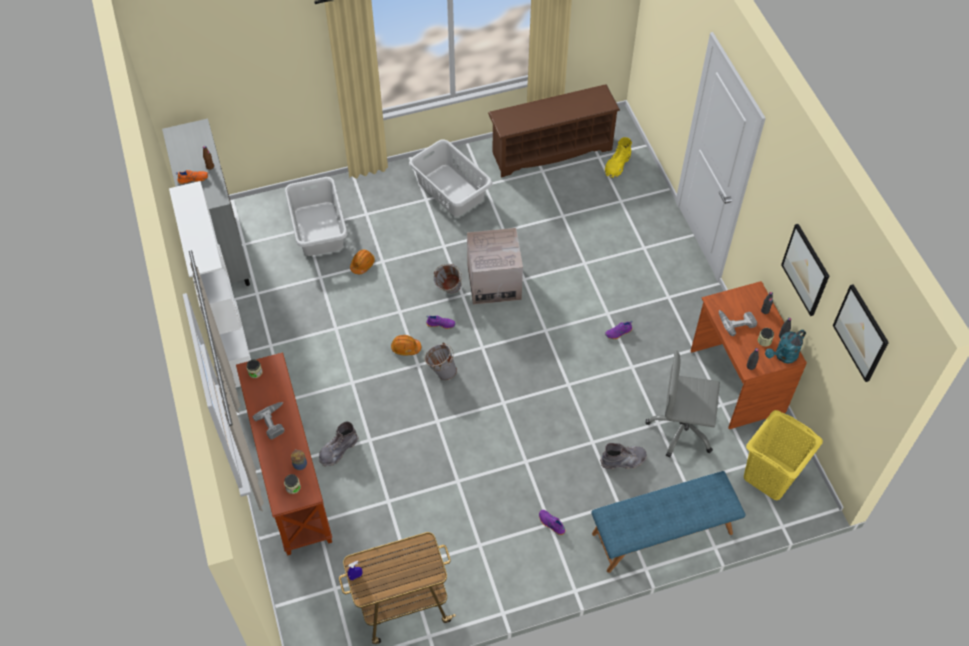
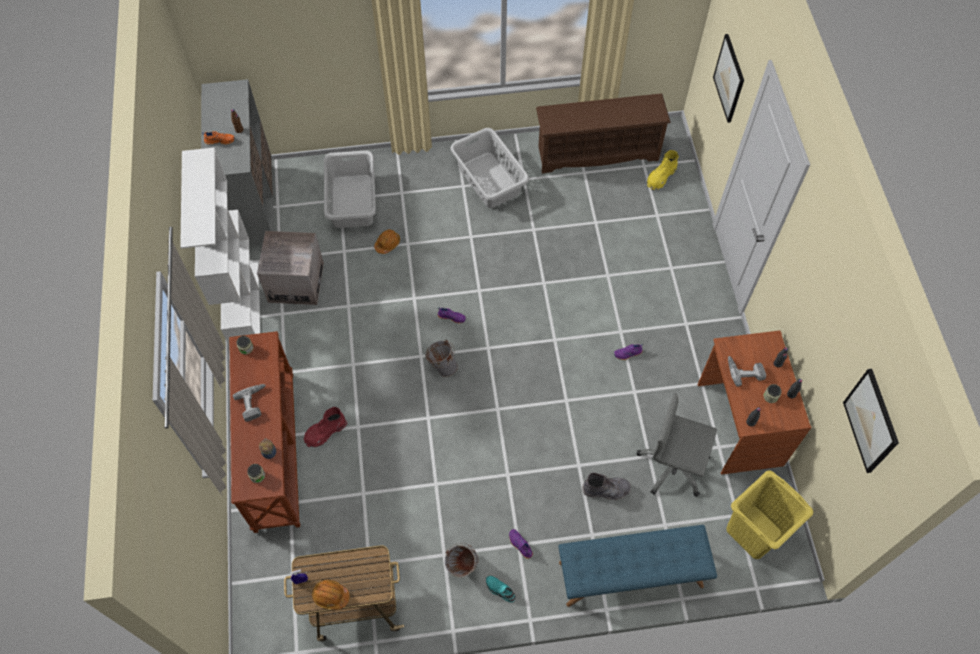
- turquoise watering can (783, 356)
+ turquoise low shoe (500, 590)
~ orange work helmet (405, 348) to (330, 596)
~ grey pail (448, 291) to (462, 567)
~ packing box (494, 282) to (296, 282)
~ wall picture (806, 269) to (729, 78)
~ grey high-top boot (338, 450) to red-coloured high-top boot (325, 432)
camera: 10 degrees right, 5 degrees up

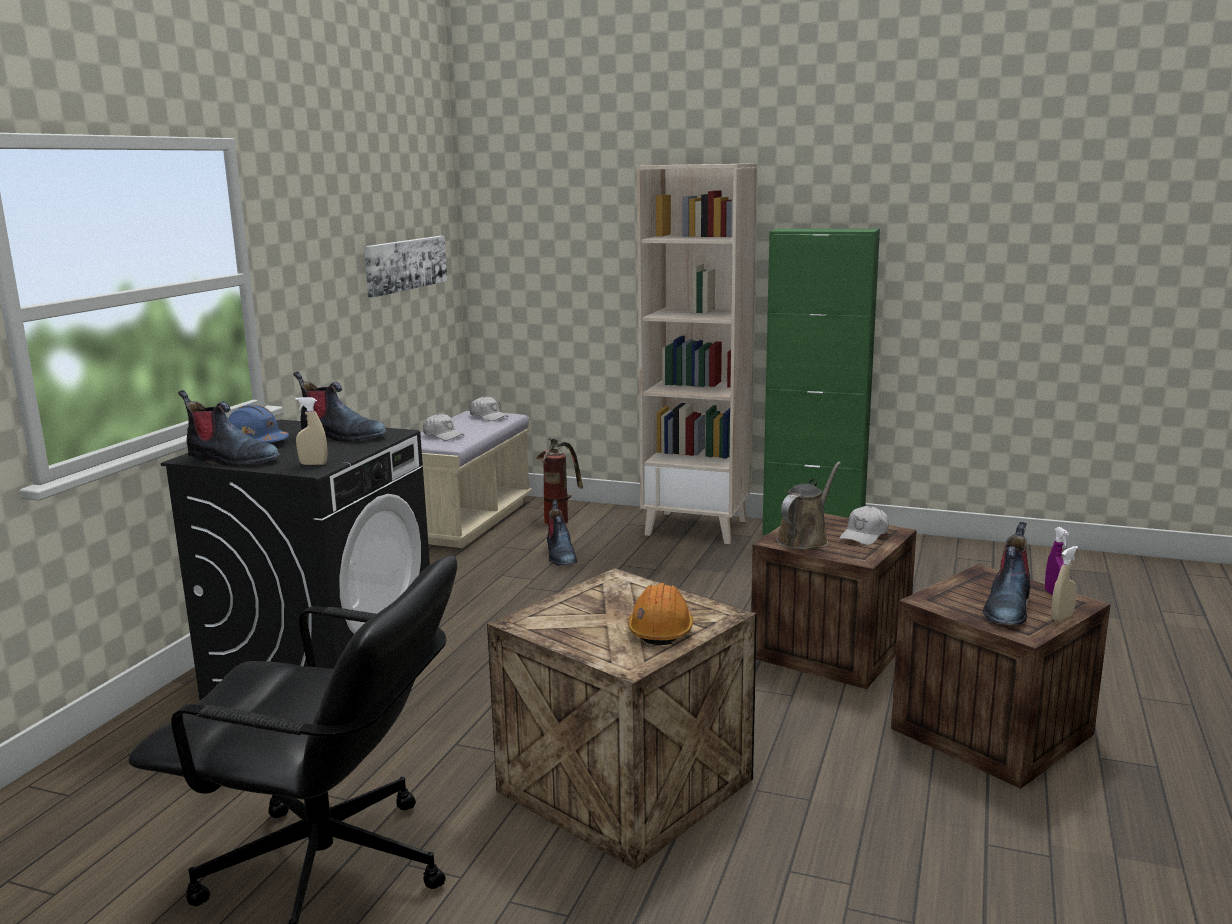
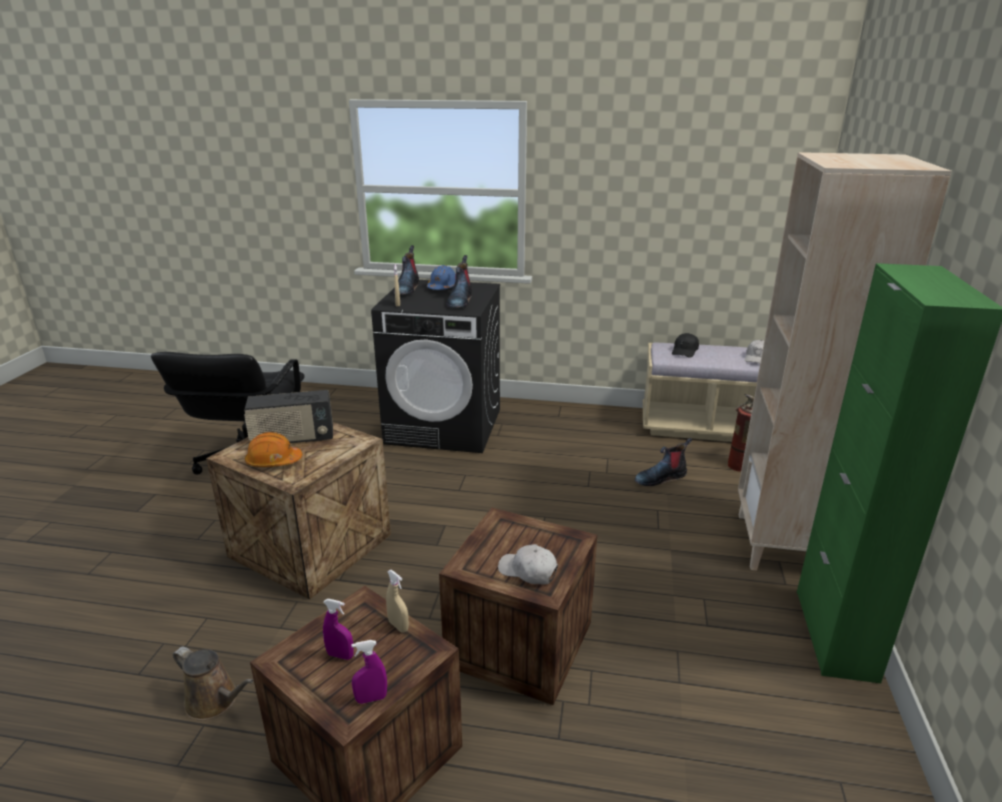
- wall picture (405, 264)
+ radio receiver (293, 439)
~ brownish watering can (805, 539) to (215, 701)
~ beige-coloured spray bottle (1062, 617) to (398, 626)
~ high-top boot (1007, 607) to purple spray bottle (340, 655)
~ whitish baseball cap (443, 435) to black baseball cap (685, 351)
camera: 80 degrees right, 10 degrees up

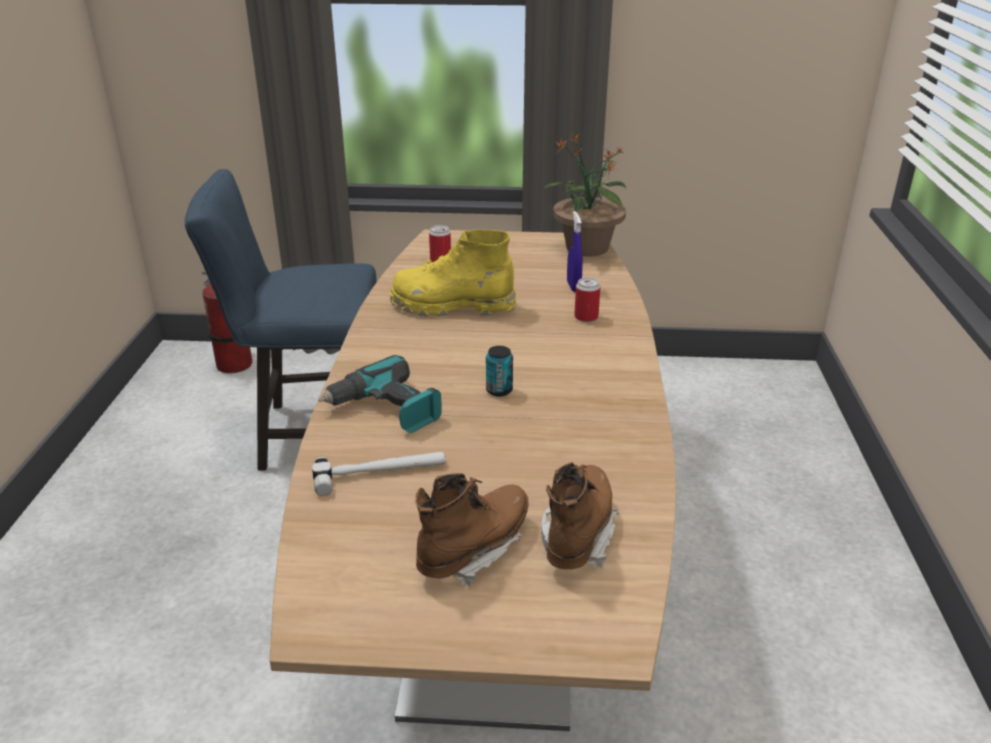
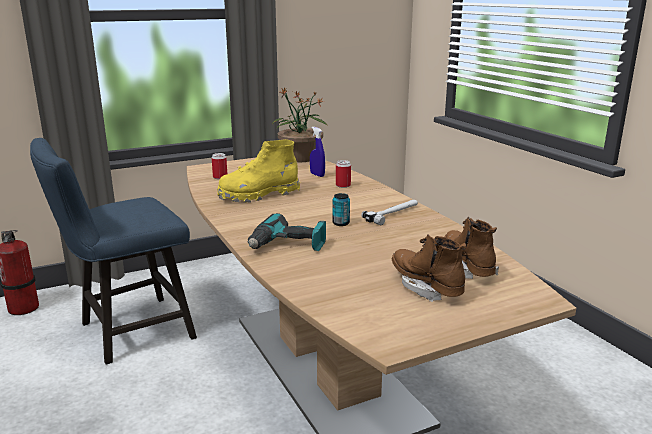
~ hammer (380, 473) to (393, 214)
~ brownish high-top boot (474, 550) = (426, 287) 45 degrees counterclockwise
camera: 30 degrees left, 10 degrees down

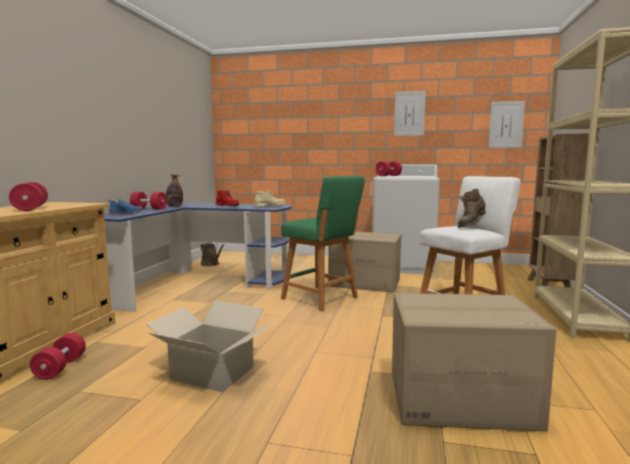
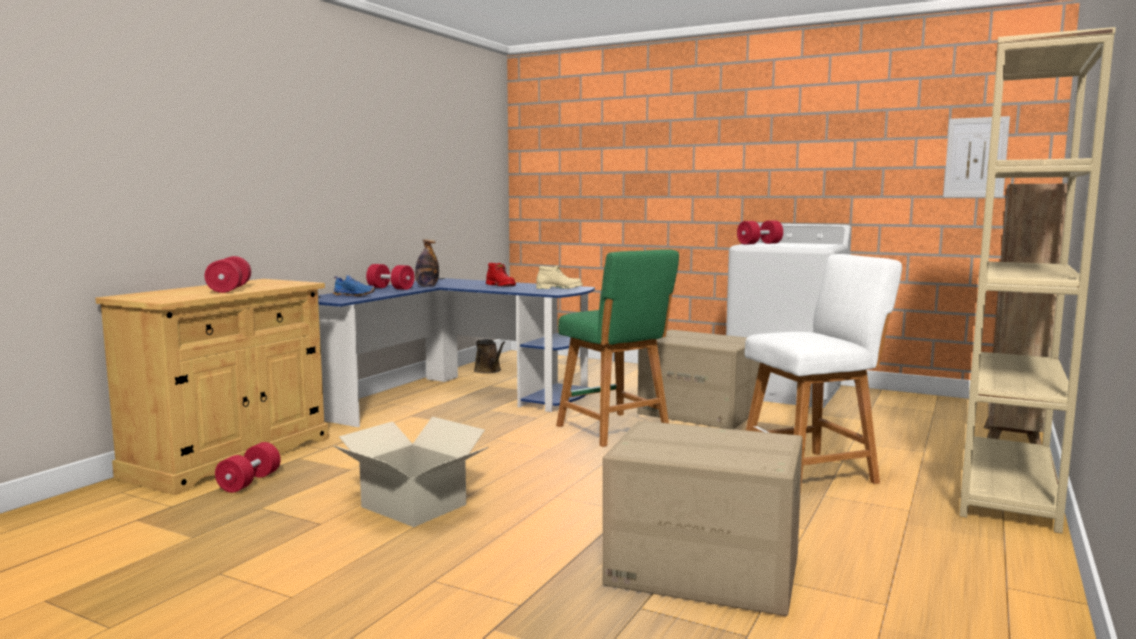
- wall picture (409, 113)
- brownish high-top boot (471, 227)
camera: 15 degrees right, 0 degrees up

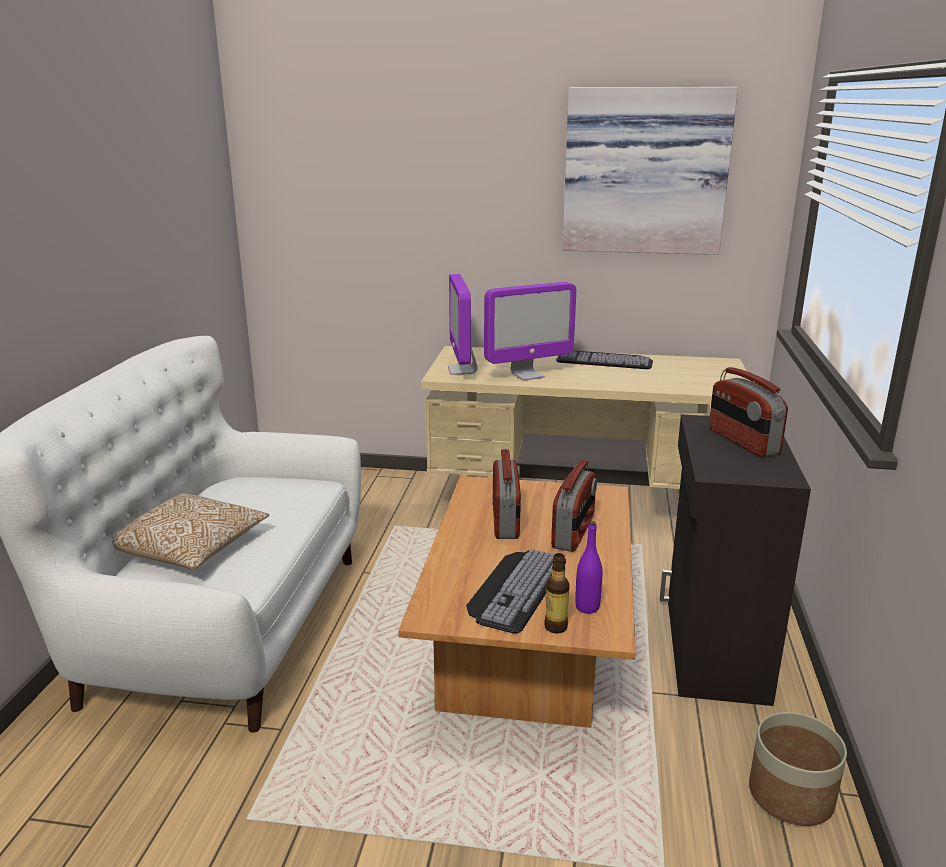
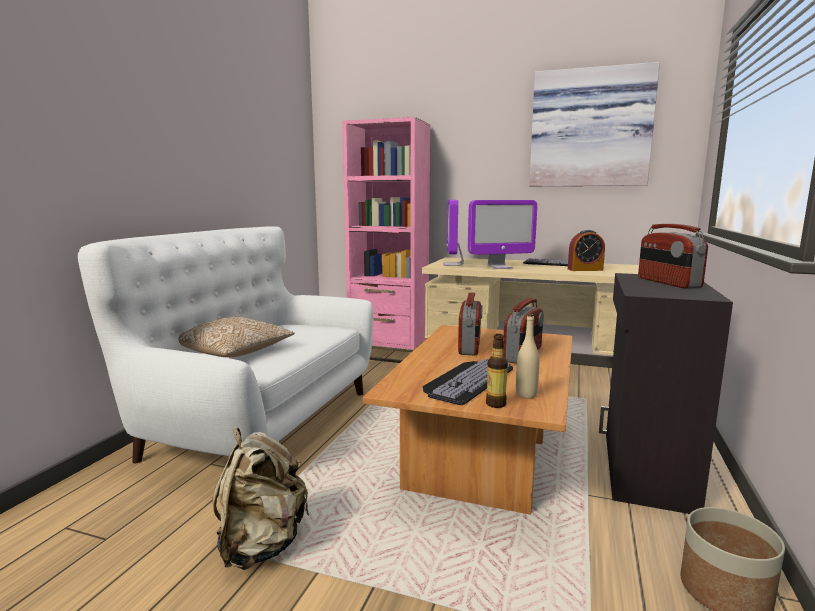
+ beige-coloured backpack (262, 544)
+ pinkish shelving unit (389, 353)
+ table clock (585, 269)
~ purple drink bottle (587, 607) to beige-coloured drink bottle (526, 395)
camera: 10 degrees right, 10 degrees down

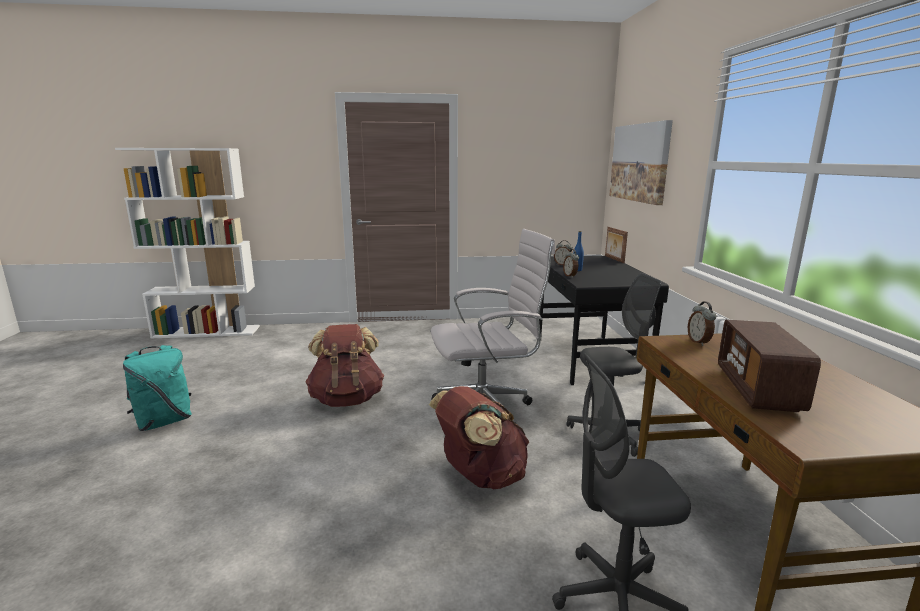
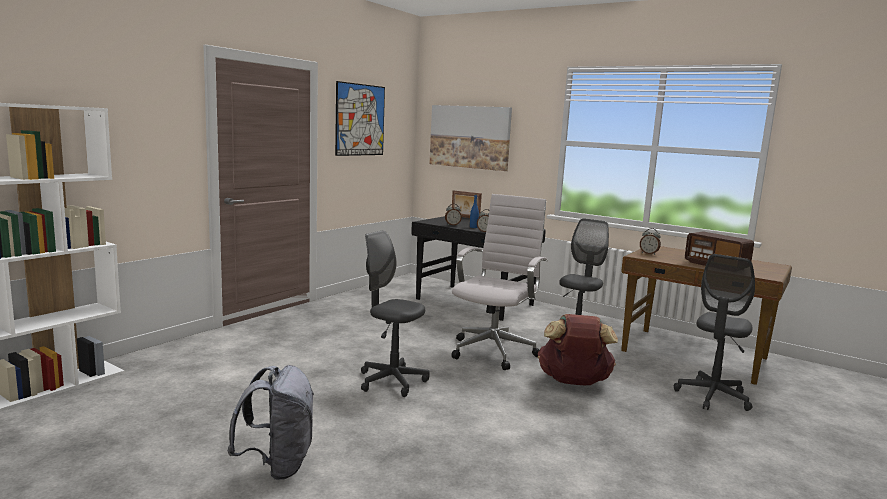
+ wall picture (360, 120)
~ brownish backpack (347, 399) to grey computer chair (392, 381)
~ turquoise backpack (164, 421) to grey backpack (277, 465)
camera: 50 degrees left, 5 degrees down

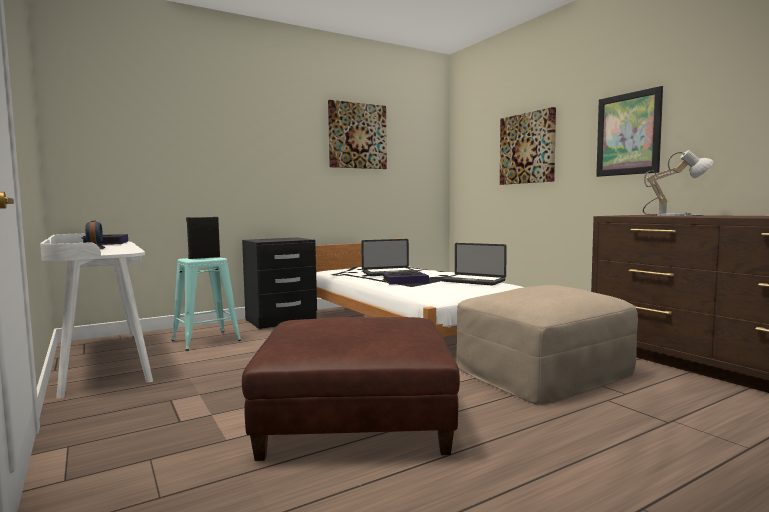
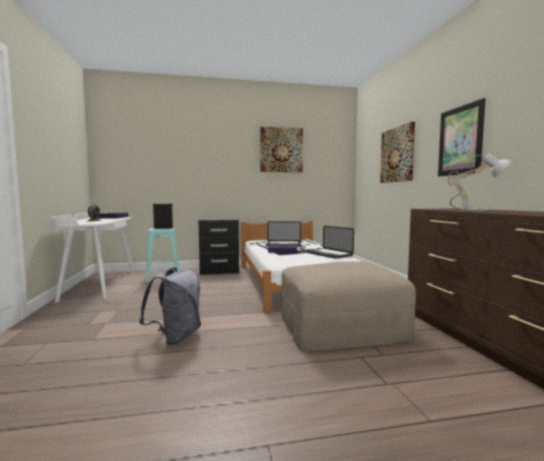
~ brownish ottoman (354, 416) to grey backpack (176, 337)
camera: 20 degrees right, 0 degrees up

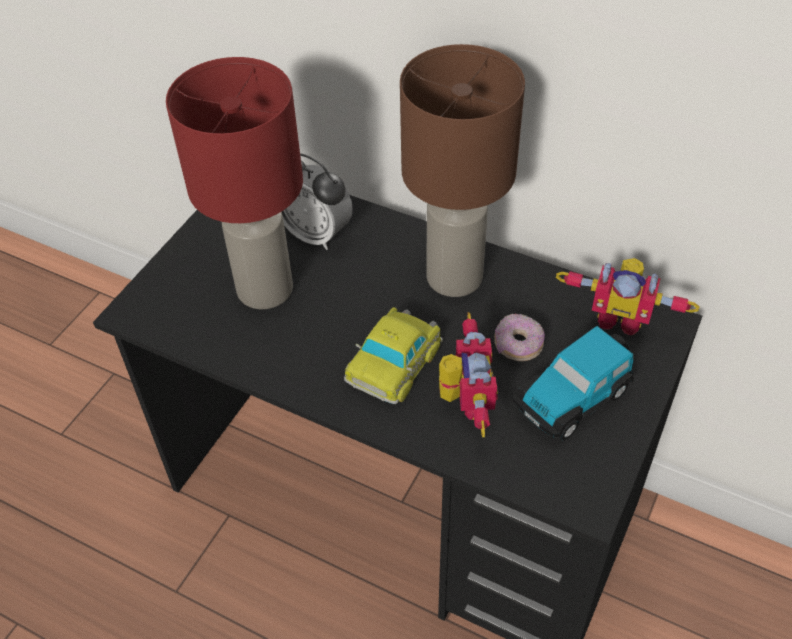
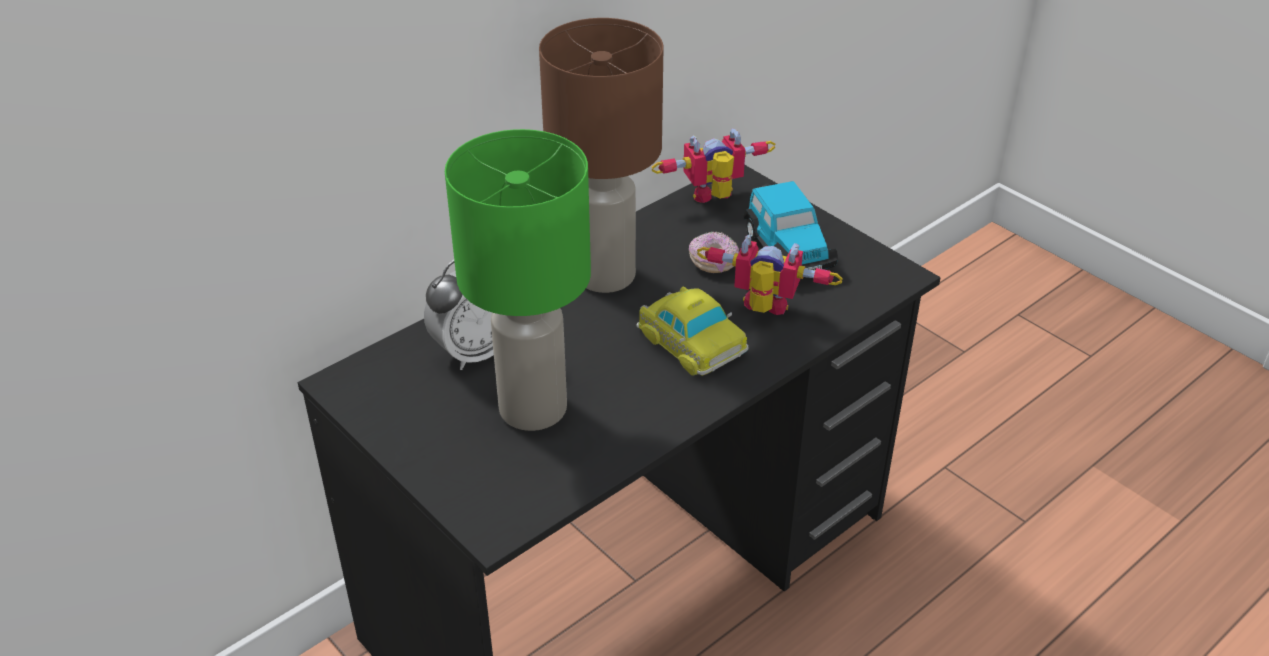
~ red-coloured lamp for a table (265, 290) to green lamp for a table (535, 408)
~ toy robot (620, 318) = (715, 199) 150 degrees counterclockwise
camera: 70 degrees left, 10 degrees down

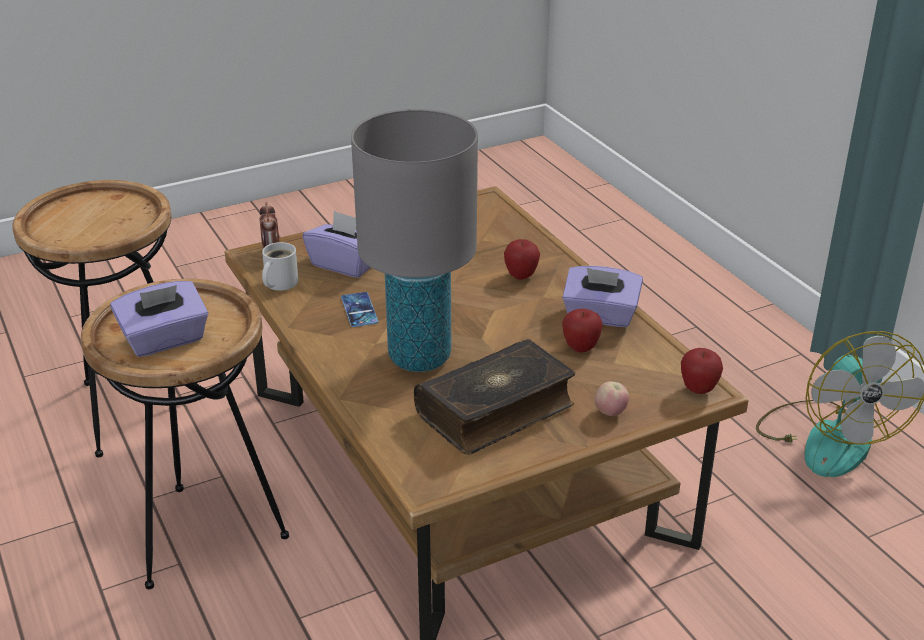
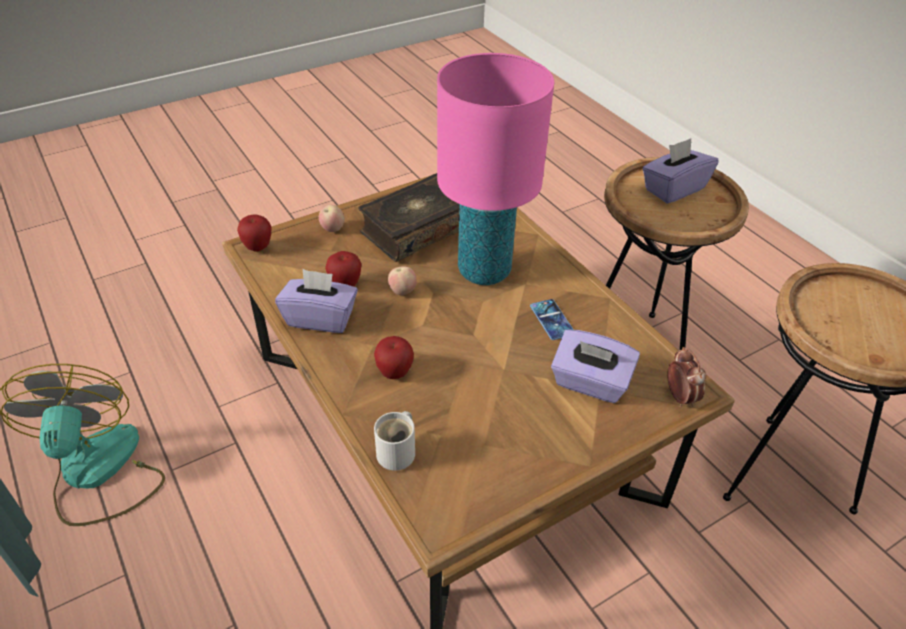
+ apple fruit (402, 291)
~ whitish tea mug (278, 283) to (399, 451)
~ grey lamp for a table (420, 357) to pinkish lamp for a table (483, 271)
camera: 175 degrees right, 10 degrees up

